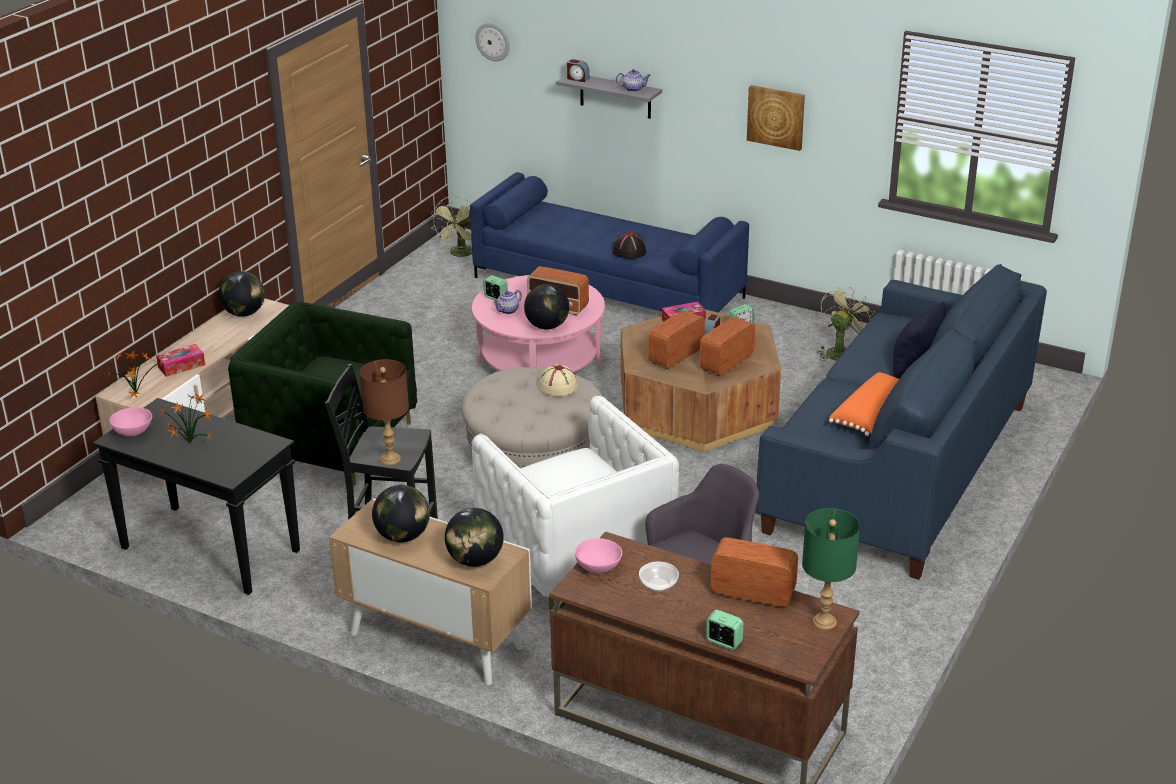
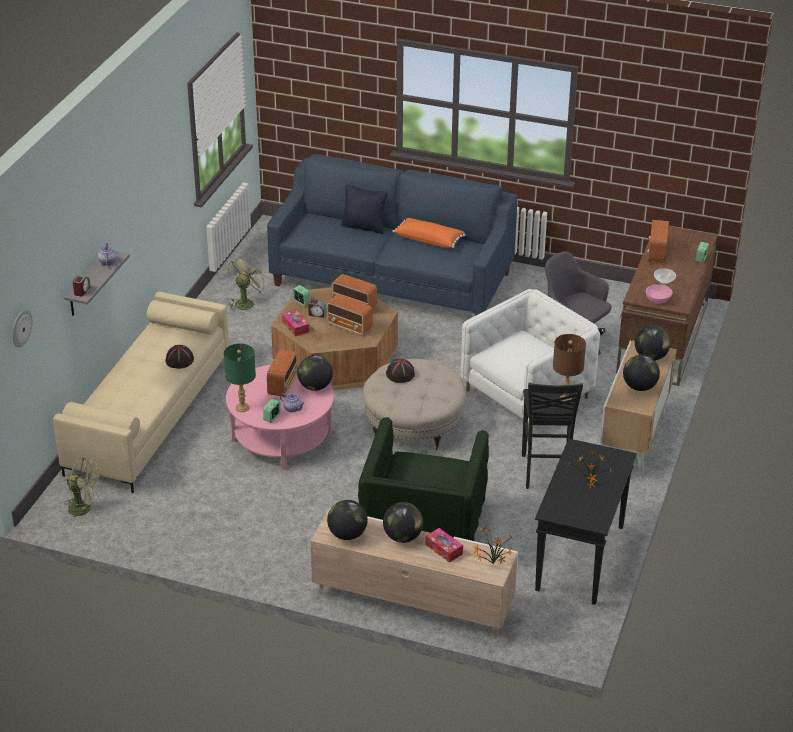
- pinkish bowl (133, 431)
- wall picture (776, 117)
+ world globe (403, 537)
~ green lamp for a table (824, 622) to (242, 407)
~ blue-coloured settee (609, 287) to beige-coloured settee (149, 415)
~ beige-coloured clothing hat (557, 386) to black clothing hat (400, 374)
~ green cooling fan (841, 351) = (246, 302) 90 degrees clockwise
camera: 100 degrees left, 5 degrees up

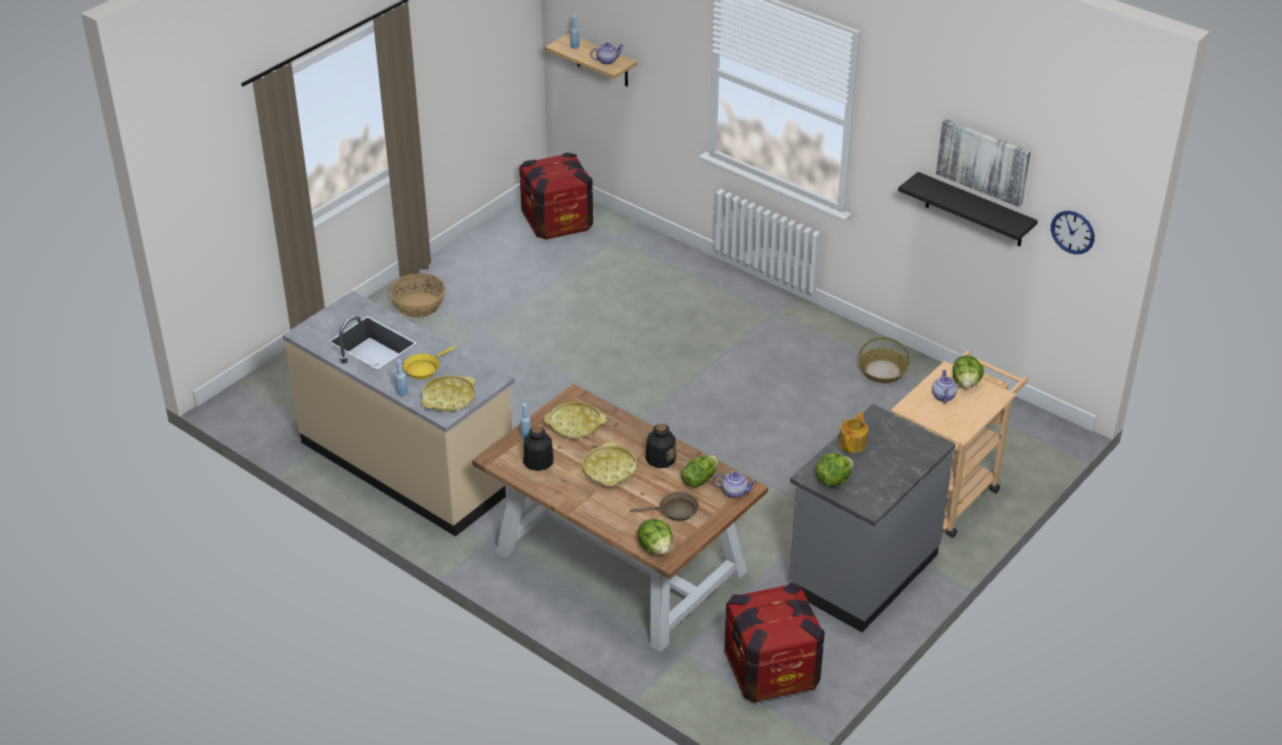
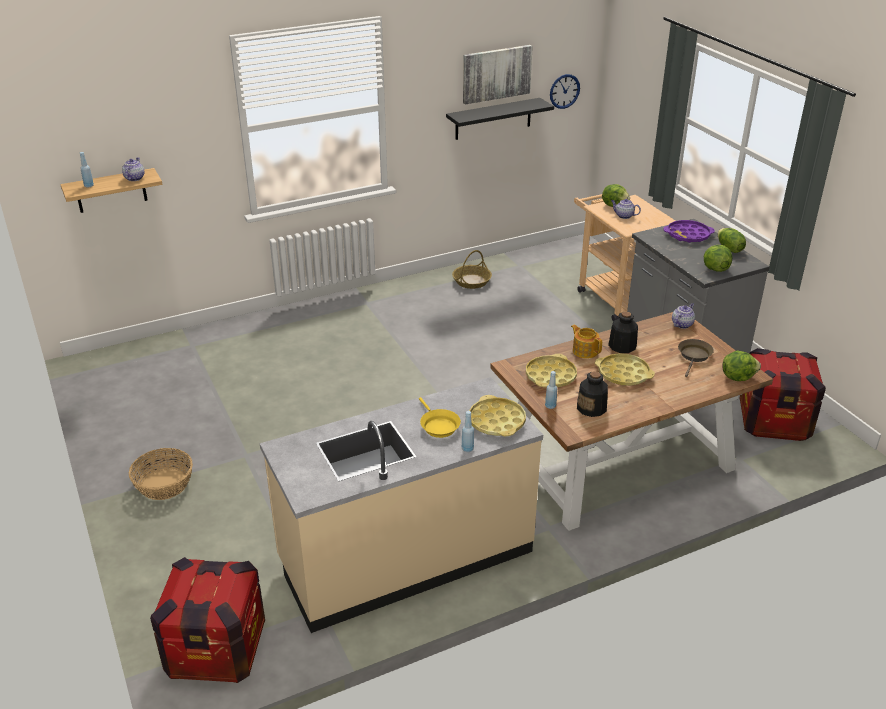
+ purple tray (688, 235)
~ shipping crate (557, 222) to (216, 650)
~ head of lettuce (699, 479) to (729, 249)
~ teapot (853, 443) to (585, 351)
camera: 65 degrees left, 5 degrees down

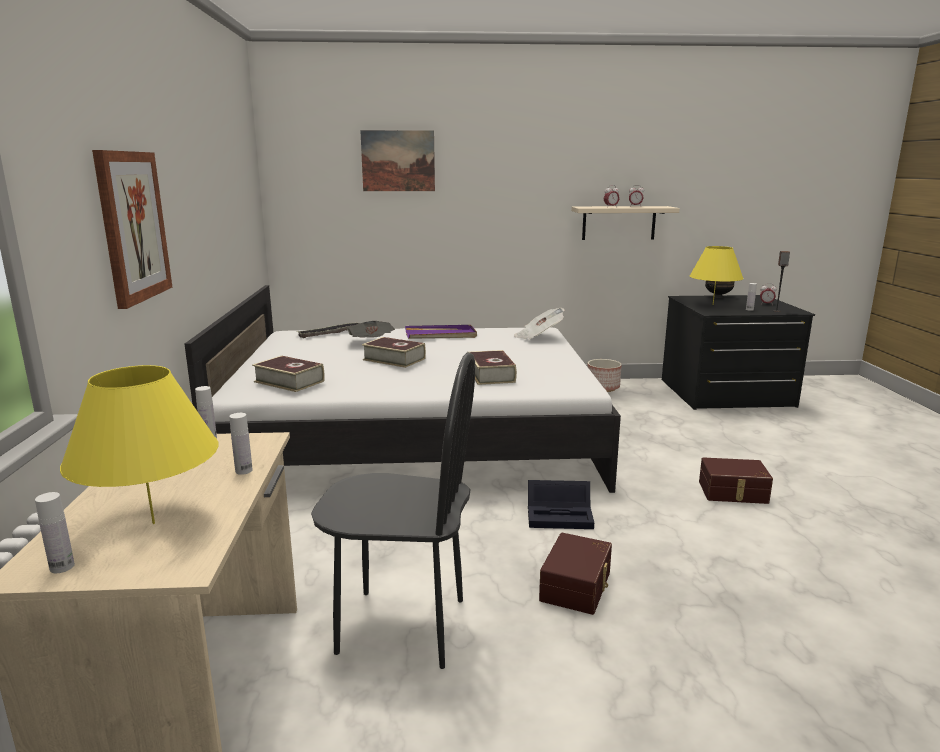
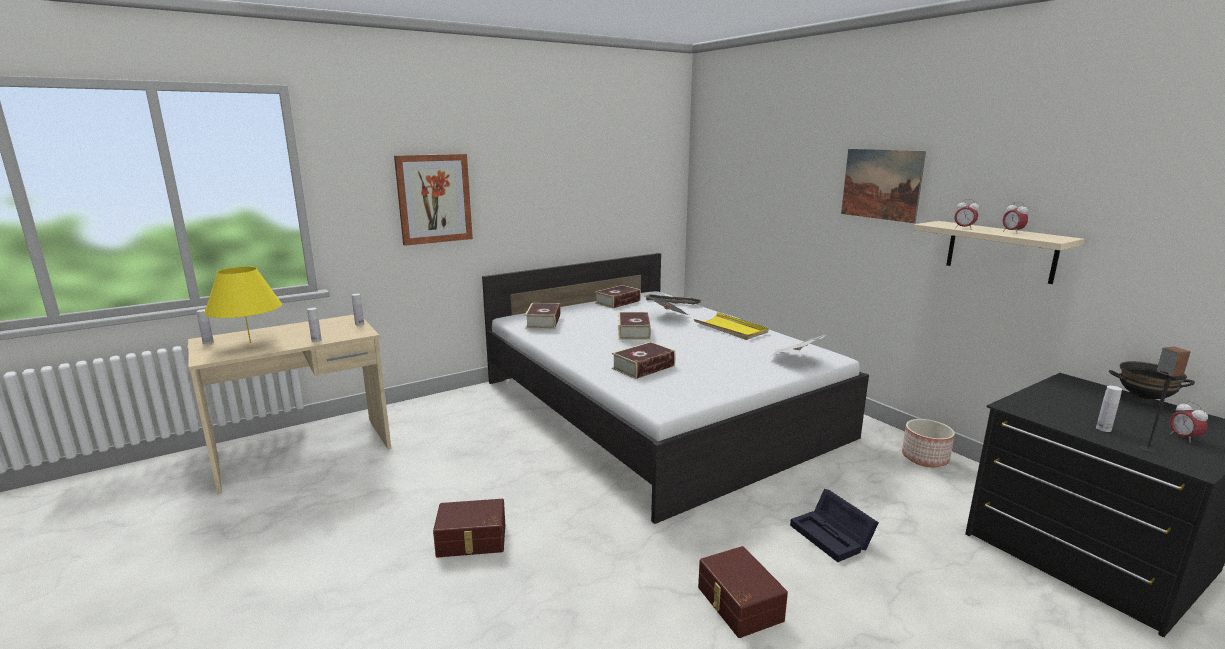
- black chair (401, 626)
- yellowish lamp for a table (713, 304)
+ volume (617, 302)
~ wall picture (398, 161) to (881, 184)
~ black storage bin (561, 515) to (833, 536)
~ purple tray (441, 335) to yellowish tray (731, 329)
camera: 60 degrees right, 0 degrees up

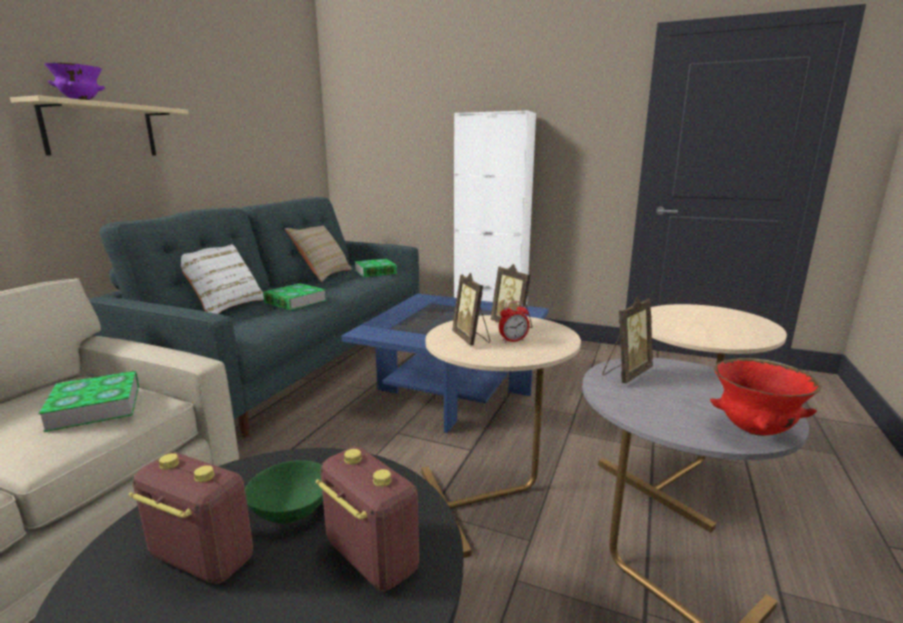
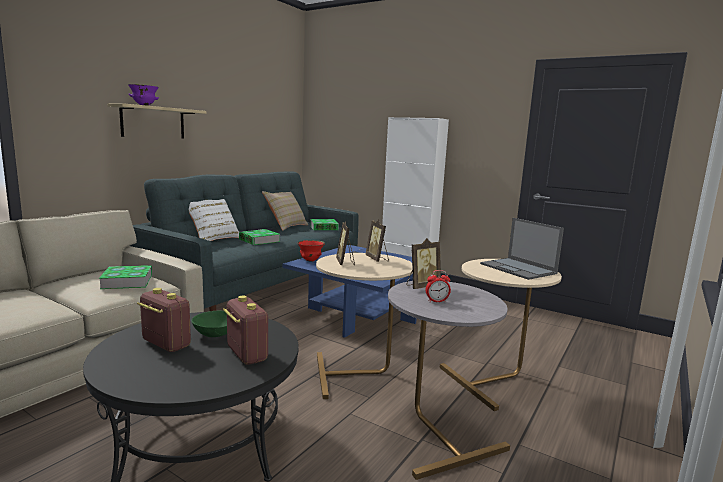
+ portable computer (518, 269)
~ table clock (513, 340) to (436, 301)
~ red-coloured bowl (755, 430) to (310, 260)
camera: 10 degrees right, 5 degrees down

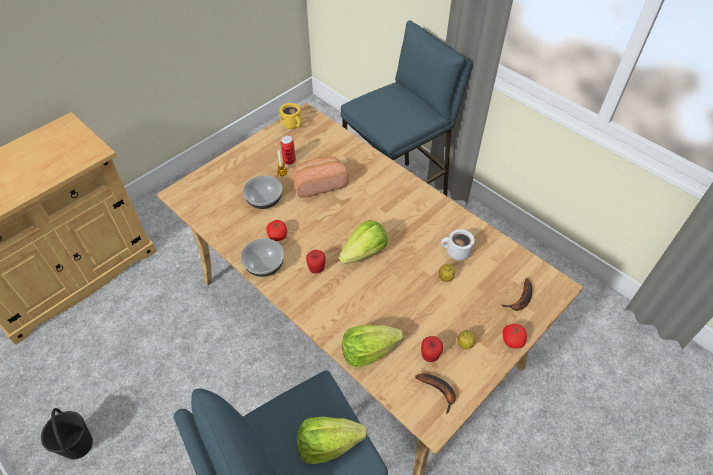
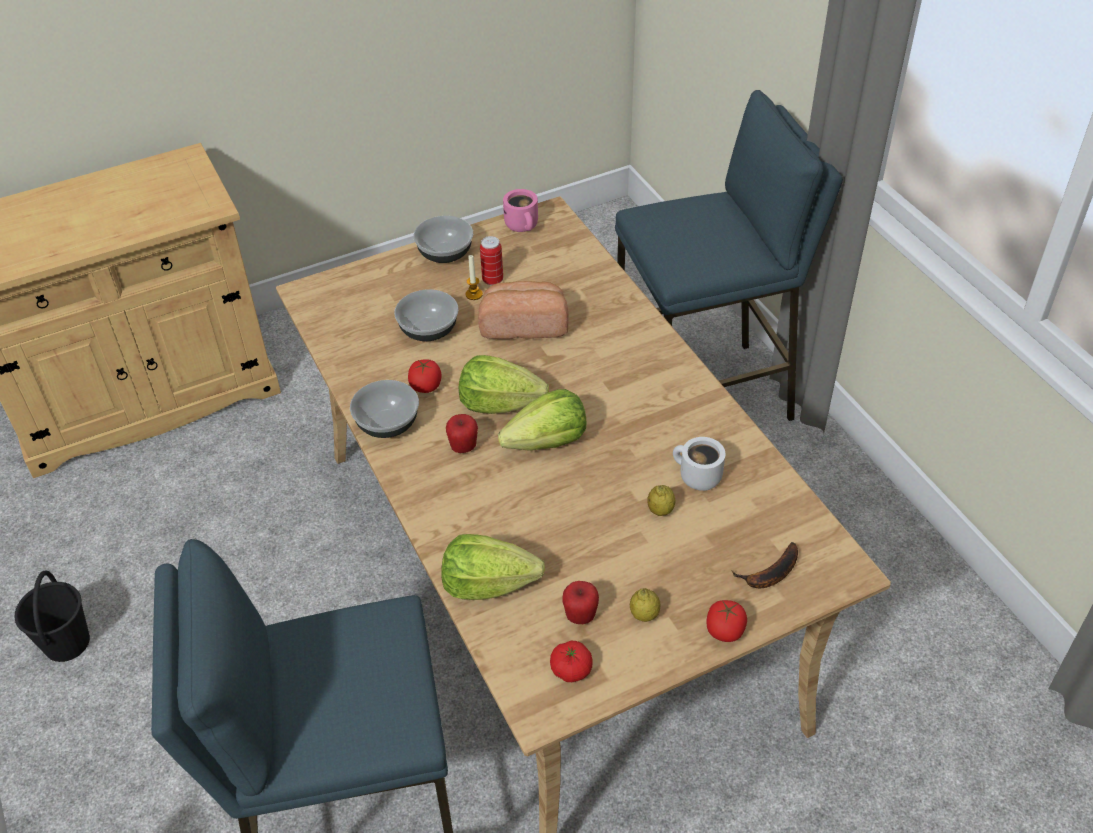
+ bowl (446, 254)
~ head of lettuce (328, 444) to (499, 403)
~ whole banana (439, 391) to whole tomato (571, 669)
~ yellowish tea mug (293, 124) to pinkish tea mug (524, 226)
camera: 20 degrees right, 5 degrees down

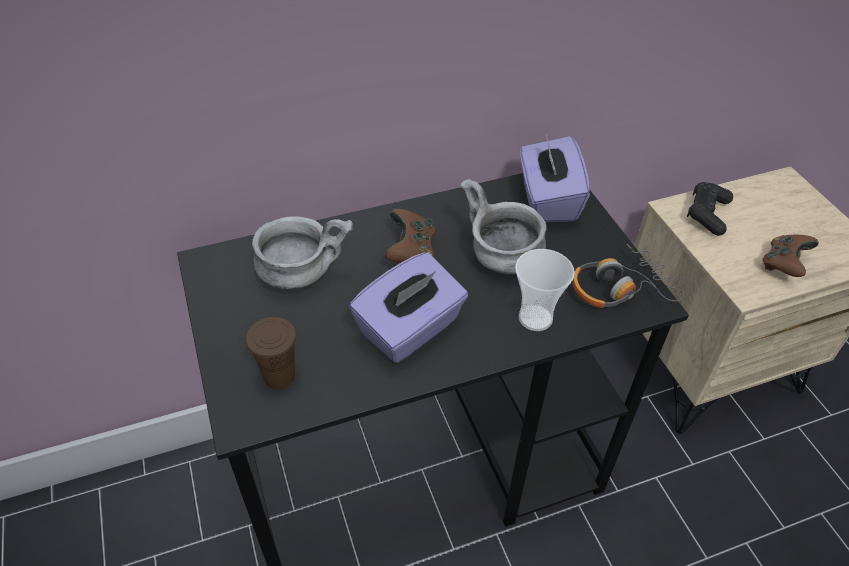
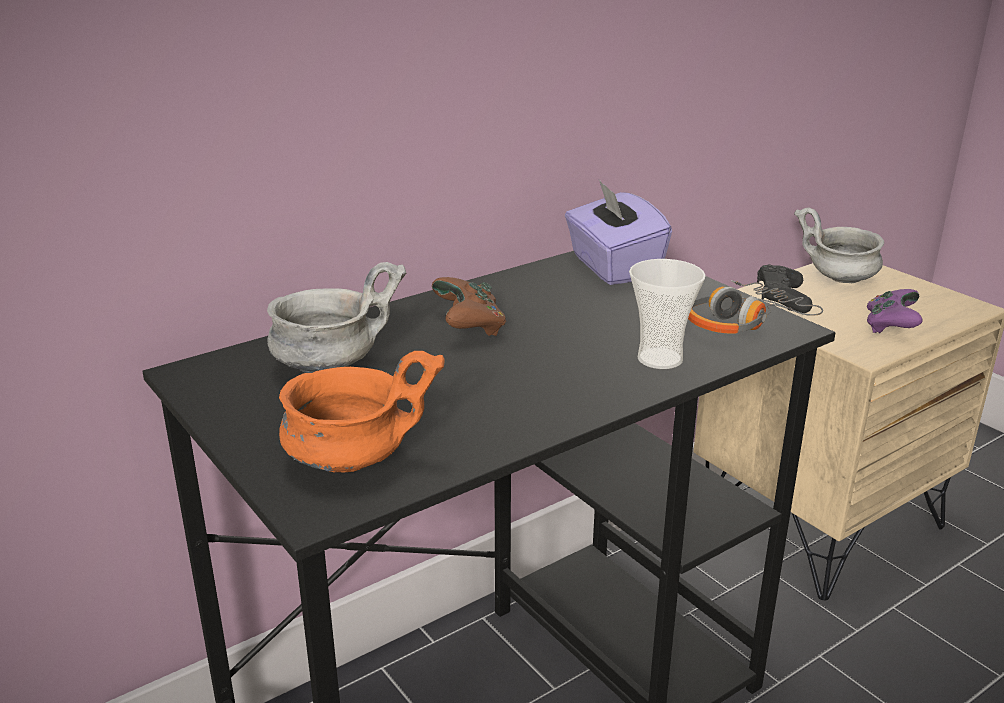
- purple tissue box (410, 329)
~ grey bowl (502, 258) to (839, 279)
~ brownish drinking cup (280, 377) to orange bowl (351, 459)
~ brownish game controller (783, 264) to purple game controller (890, 327)
camera: 15 degrees left, 20 degrees down

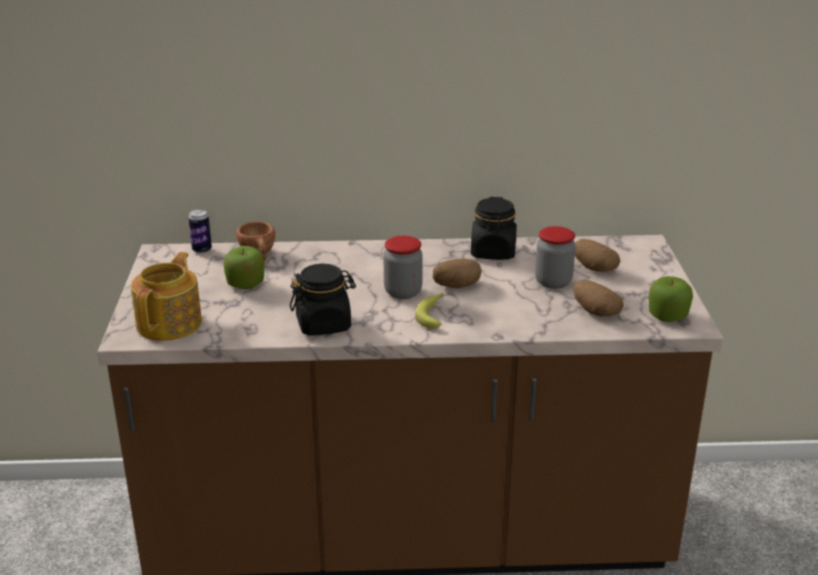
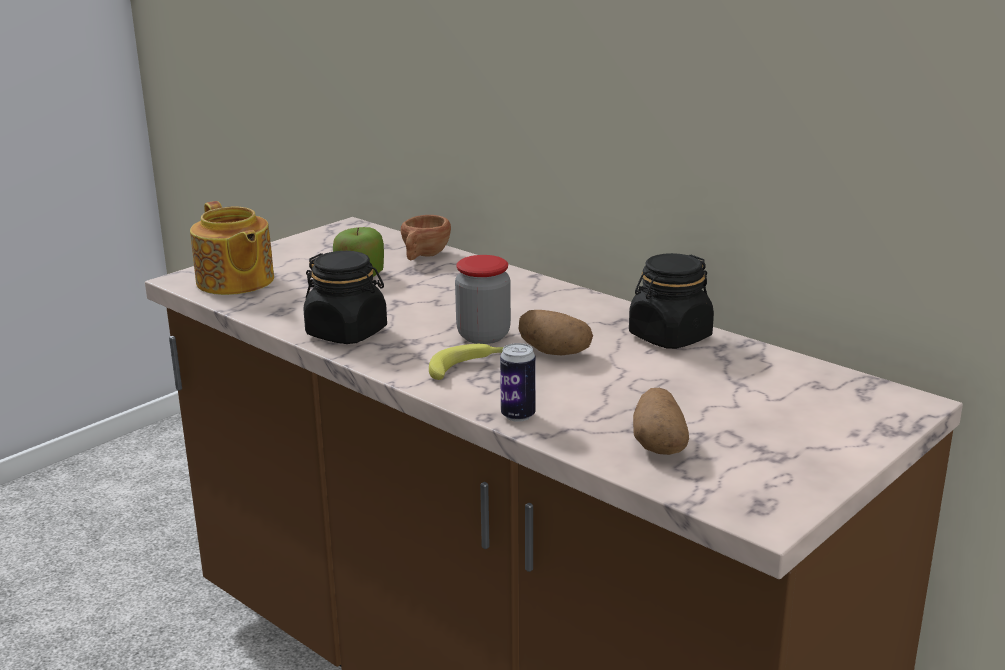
- storage jar (553, 282)
- potato (593, 268)
- apple fruit (668, 316)
~ can (202, 250) to (518, 415)
~ teapot (170, 323) = (235, 282) 90 degrees clockwise
camera: 45 degrees right, 5 degrees down

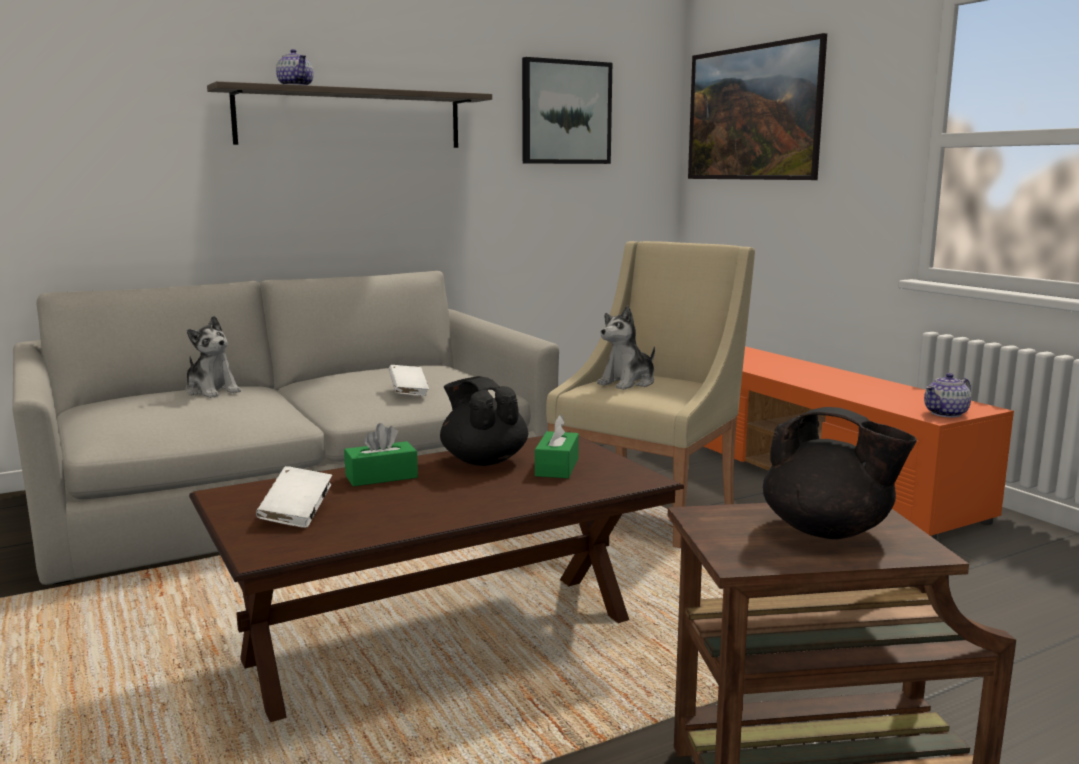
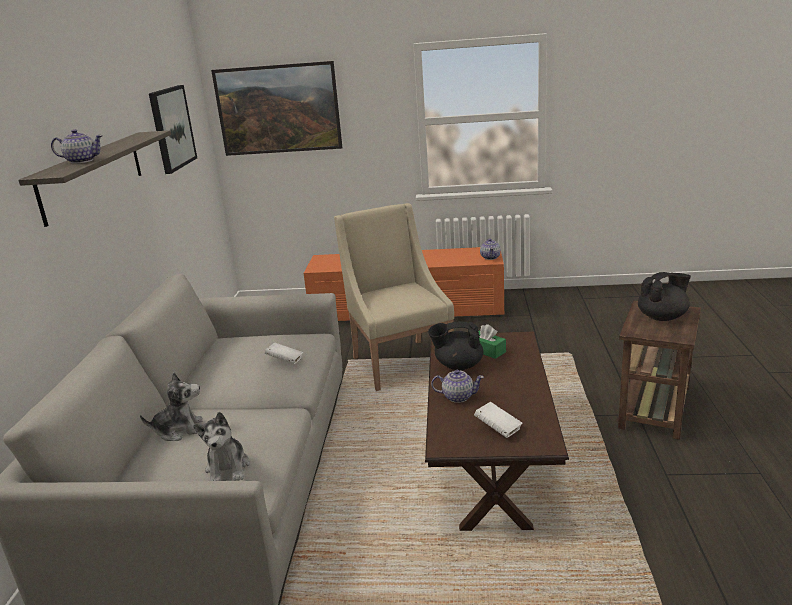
~ plush toy (628, 383) to (228, 468)
~ green tissue box (381, 477) to teapot (457, 397)
camera: 55 degrees left, 10 degrees up

